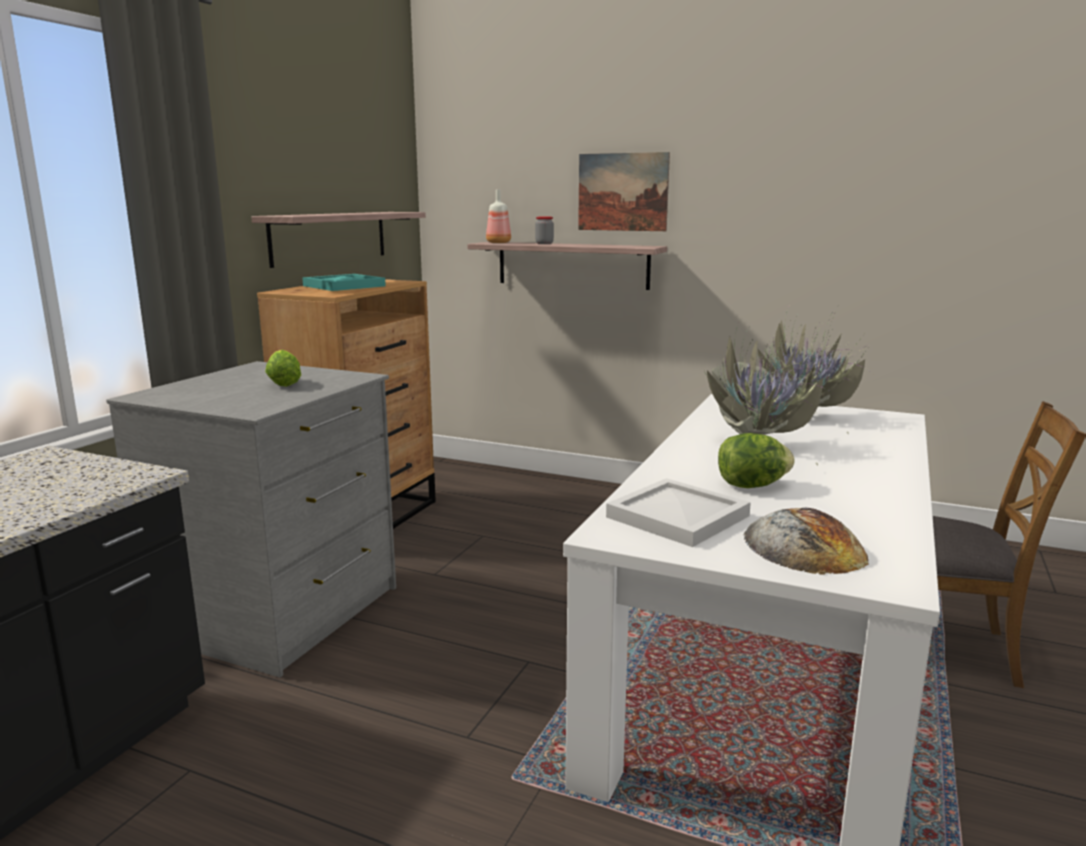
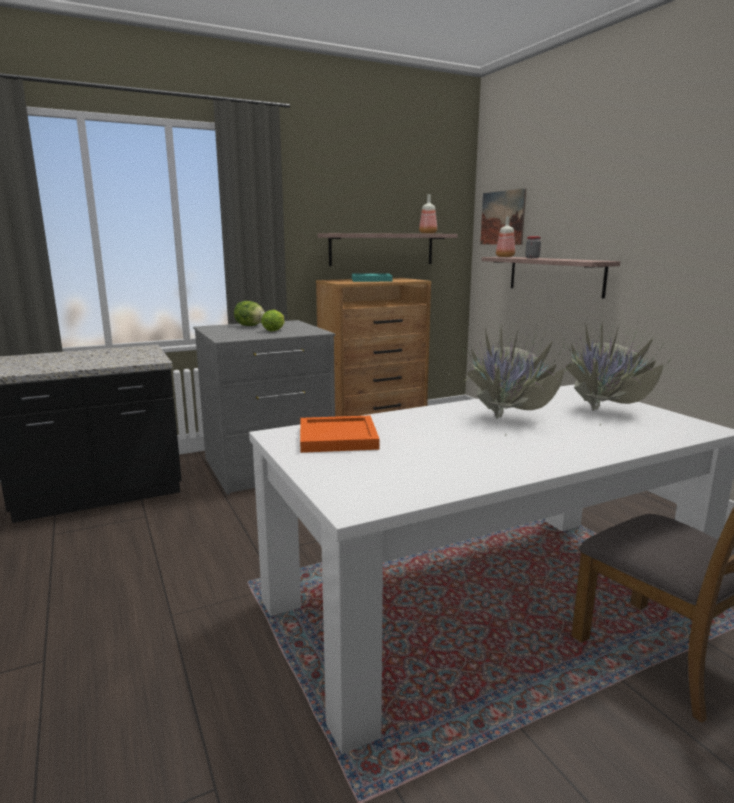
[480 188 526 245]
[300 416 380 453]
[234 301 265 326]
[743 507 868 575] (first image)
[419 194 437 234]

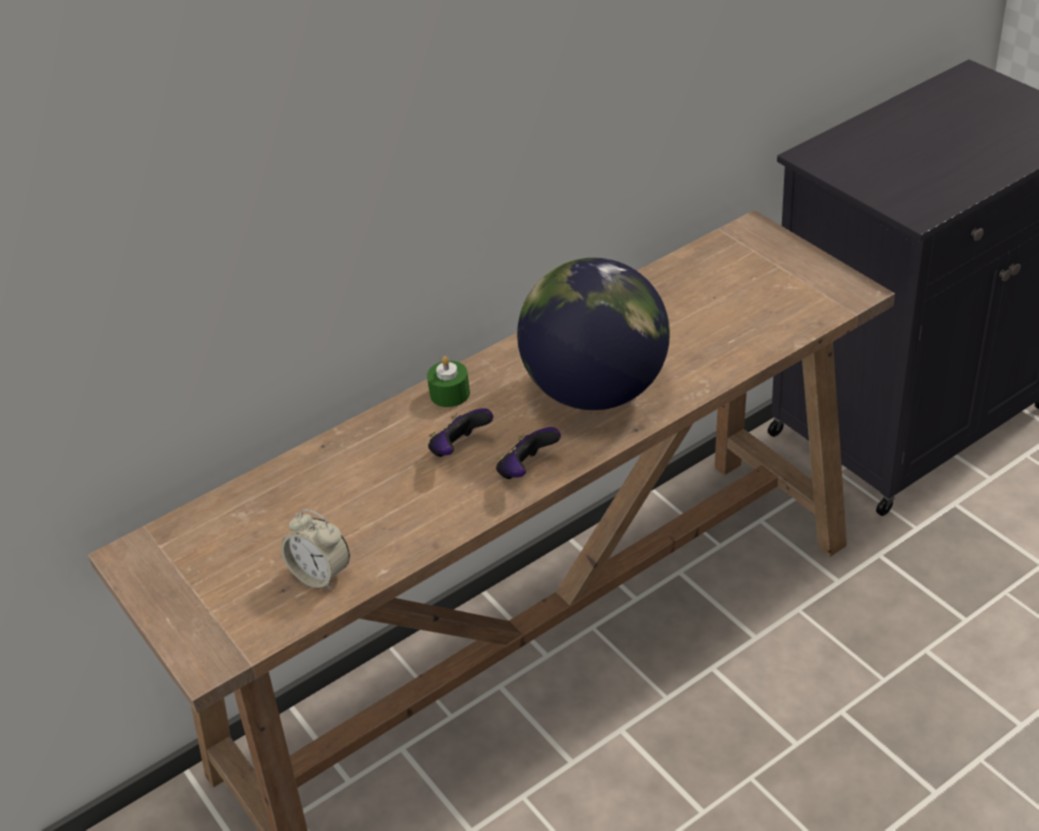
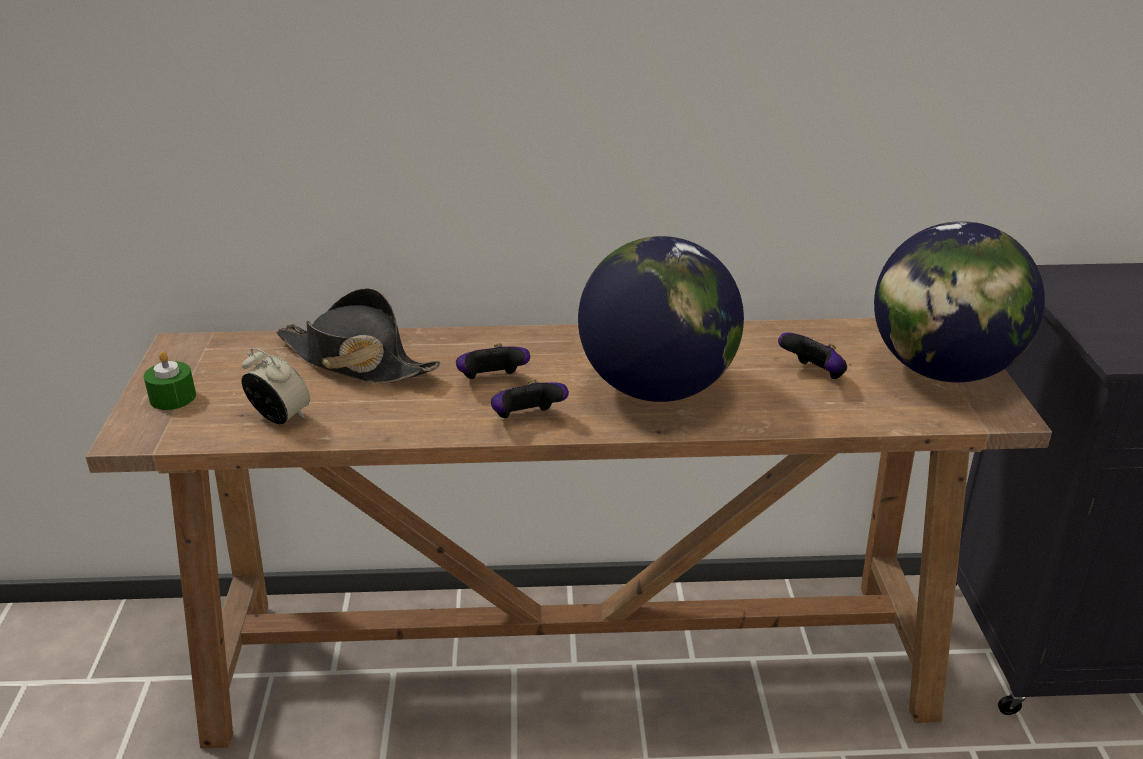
[242 348 310 424]
[144 351 196 410]
[276 288 441 384]
[778 333 847 380]
[874 221 1045 383]

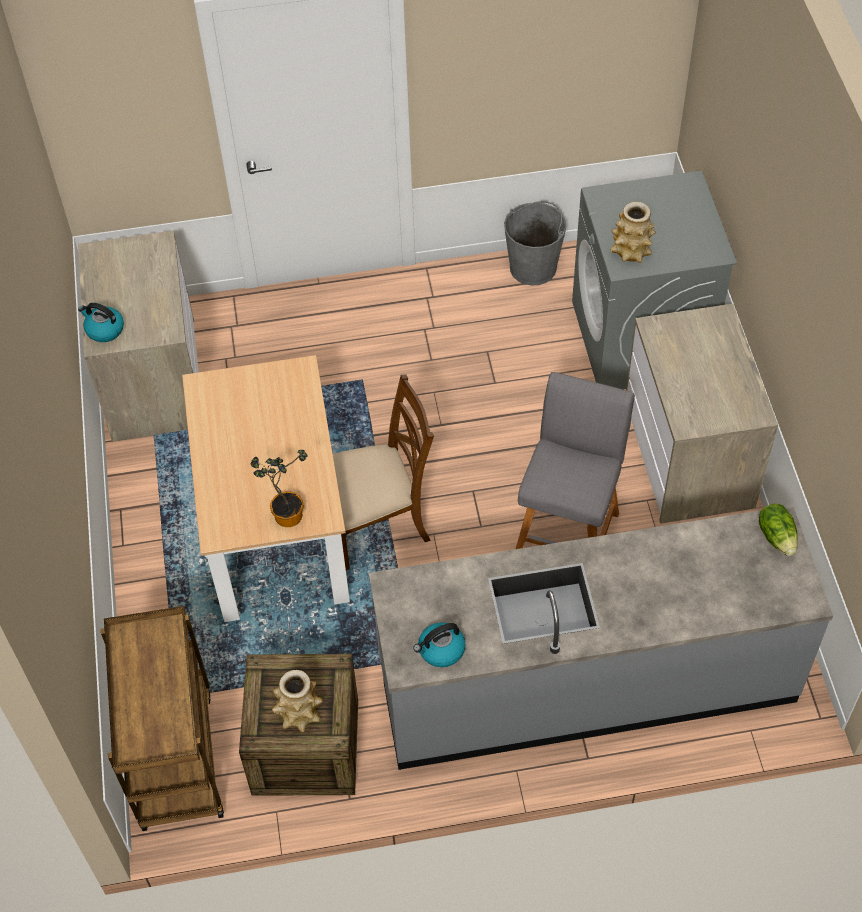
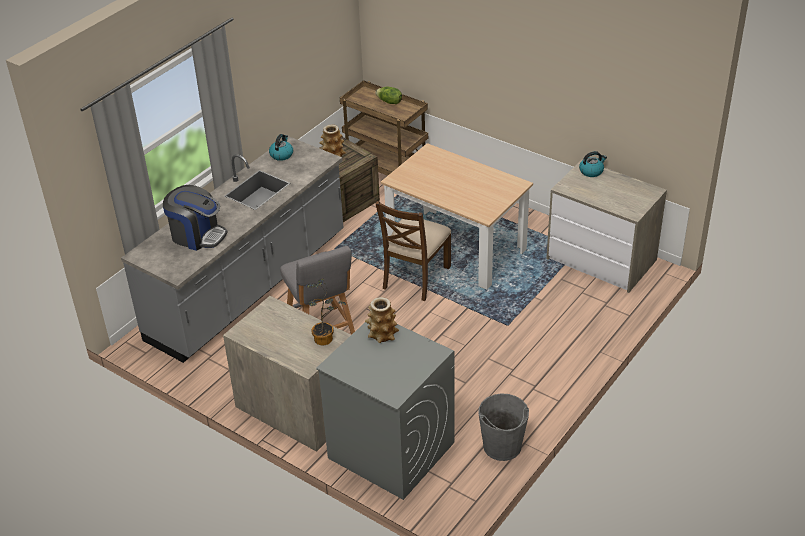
[307 278 346 345]
[375 86 402 104]
[163 185 227 251]

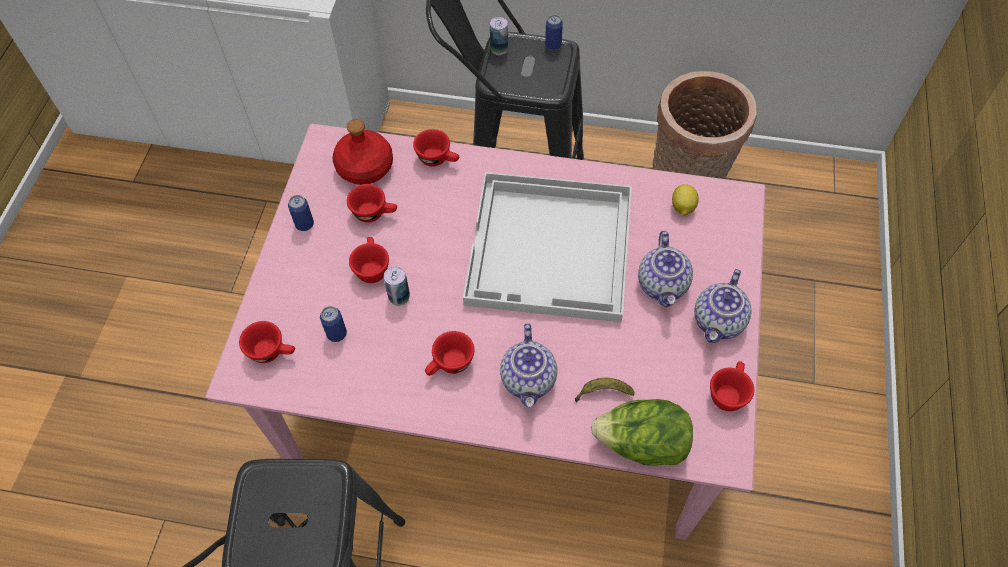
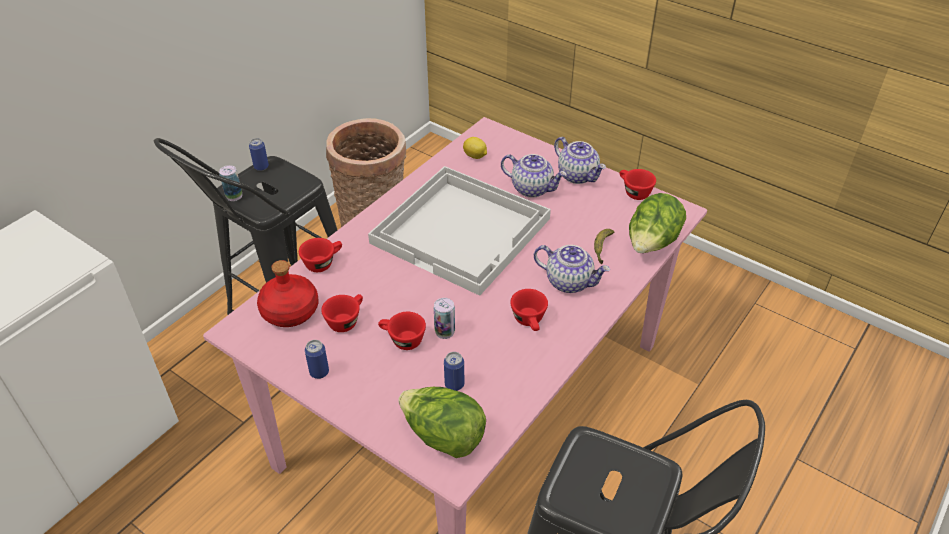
[398 387 486 458]

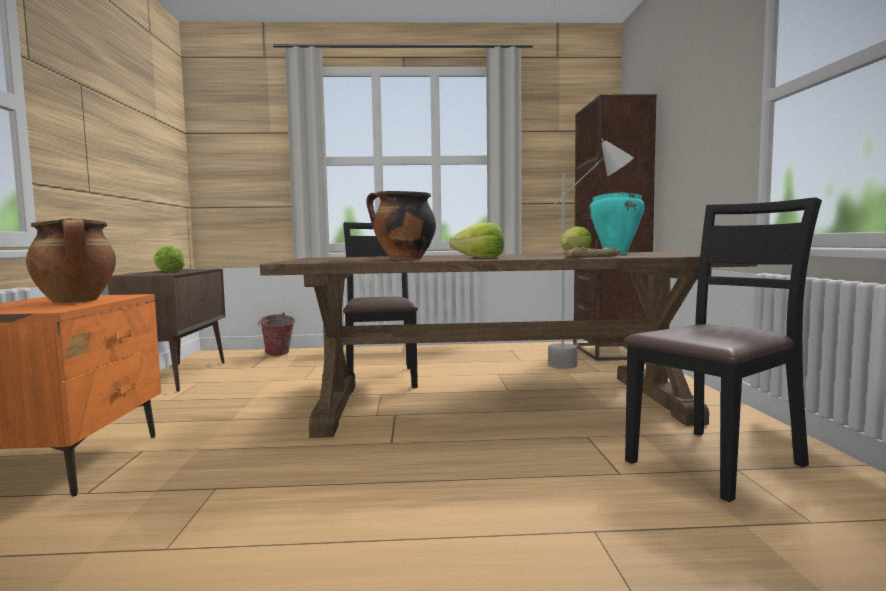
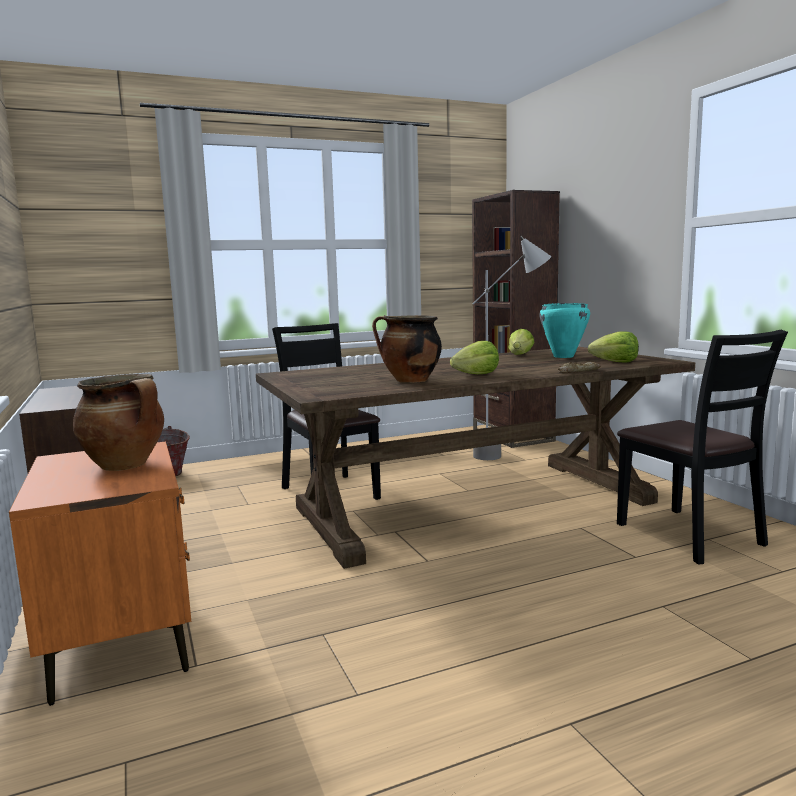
[588 331 639 362]
[617 330 788 565]

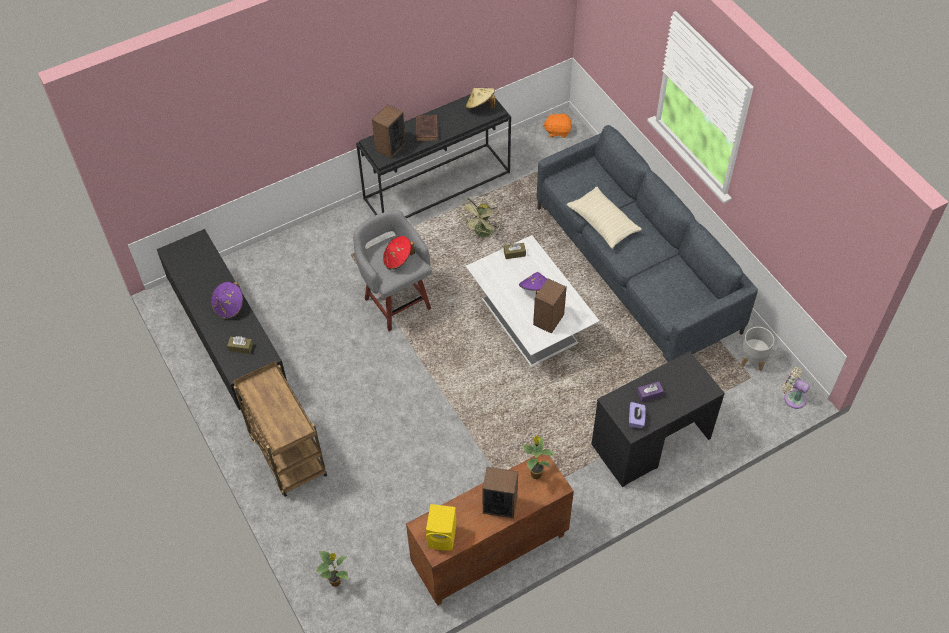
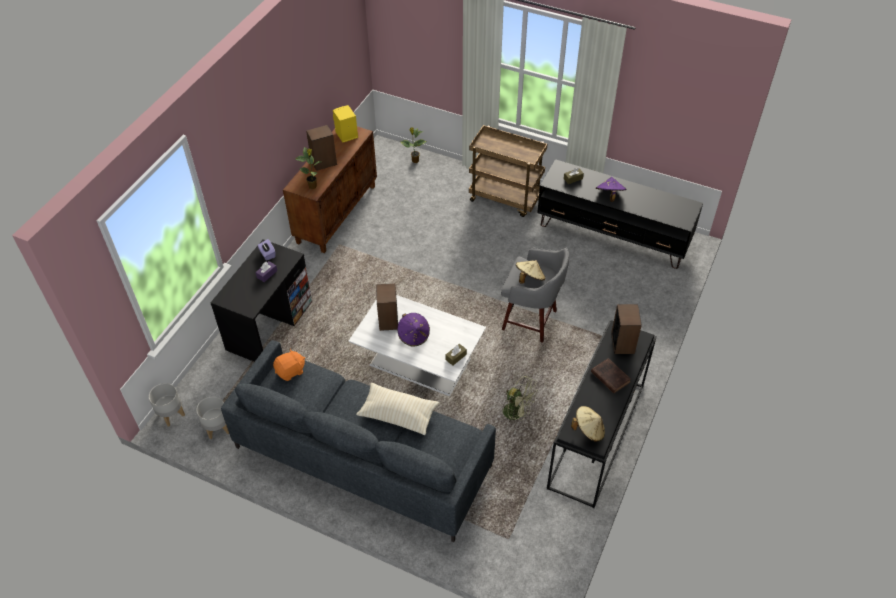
[516 260 545 284]
[503 375 538 421]
[273 348 305 381]
[149 383 185 427]

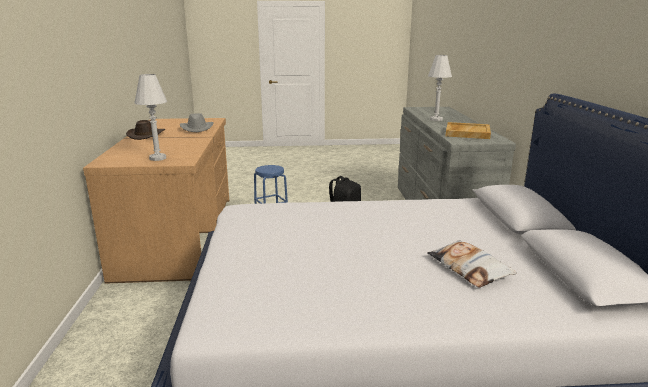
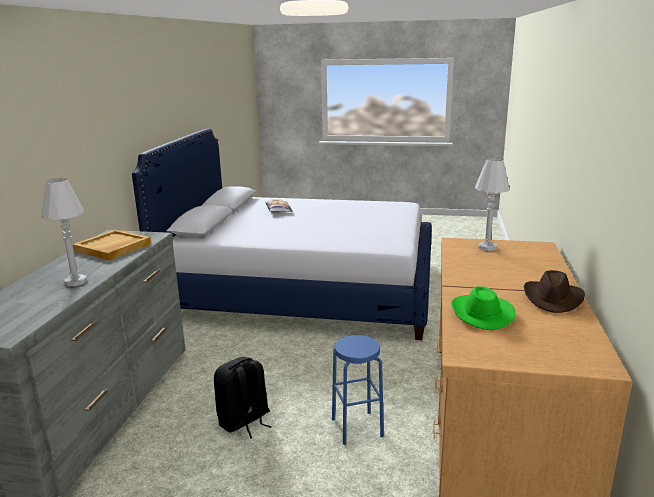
[451 286 516 330]

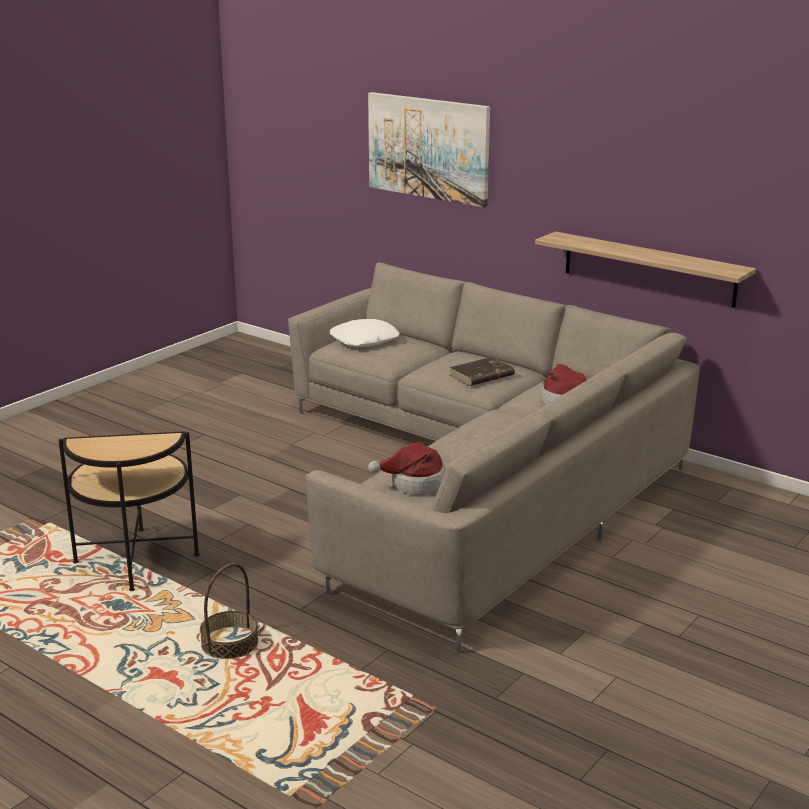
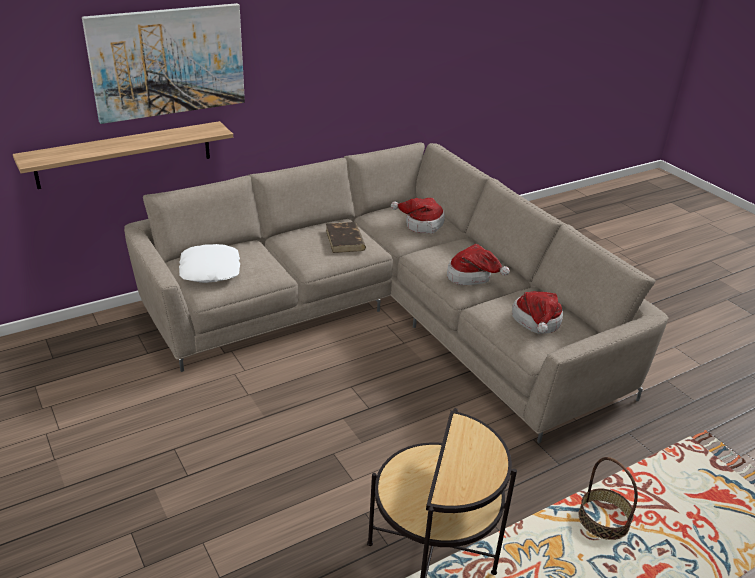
[13 121 233 189]
[447 244 510 285]

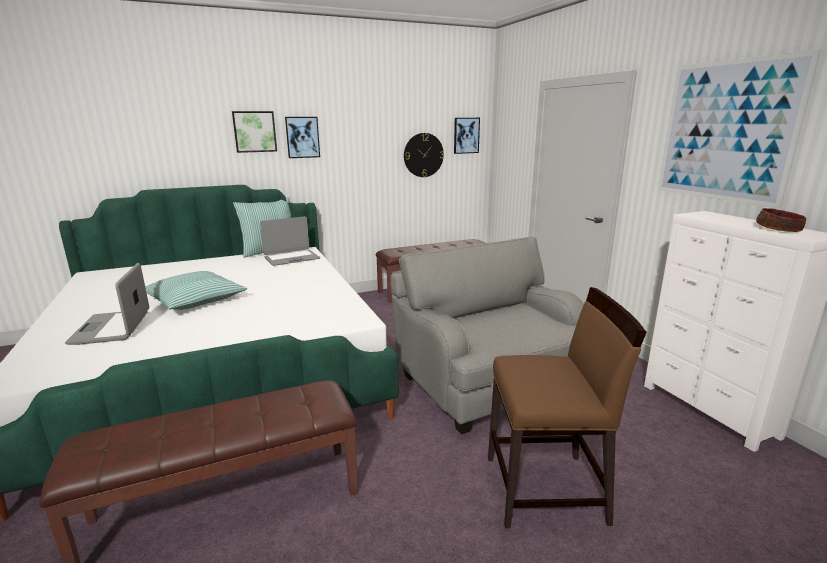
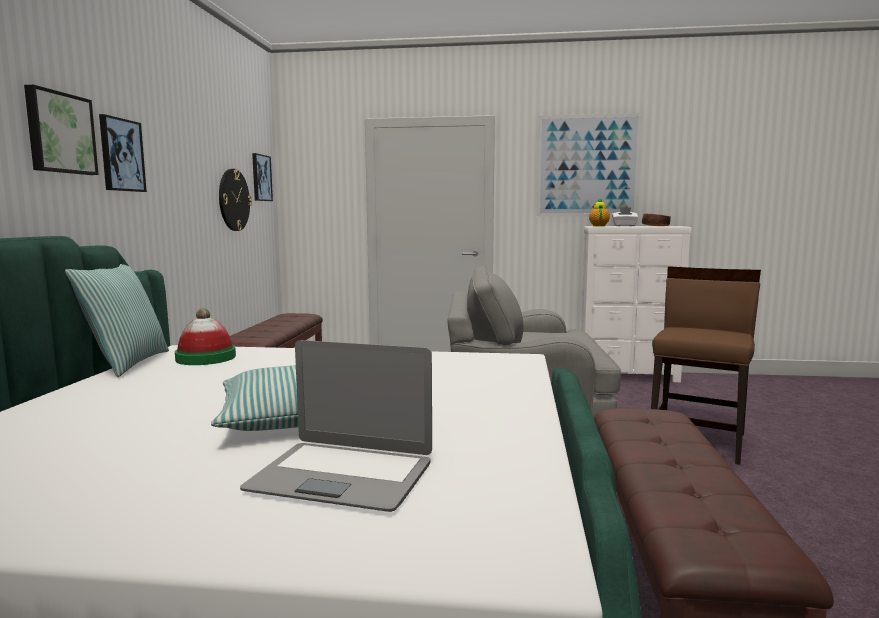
[175 308 236 365]
[589 198 610 227]
[612 207 638 226]

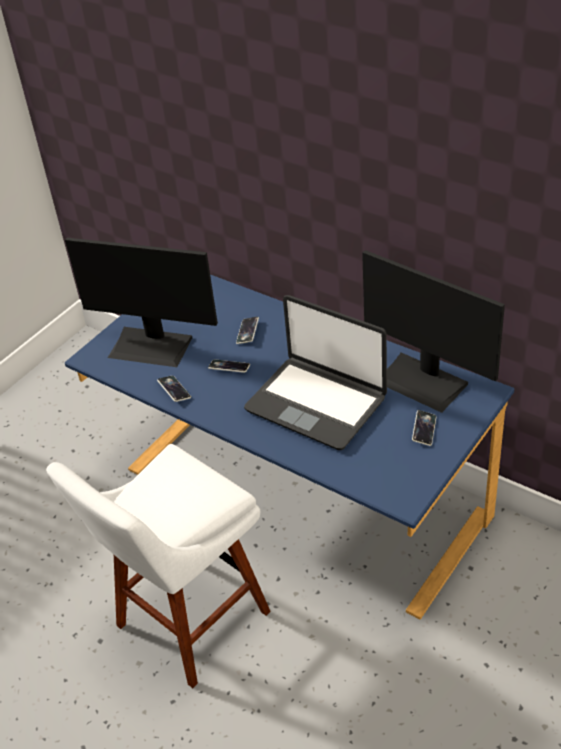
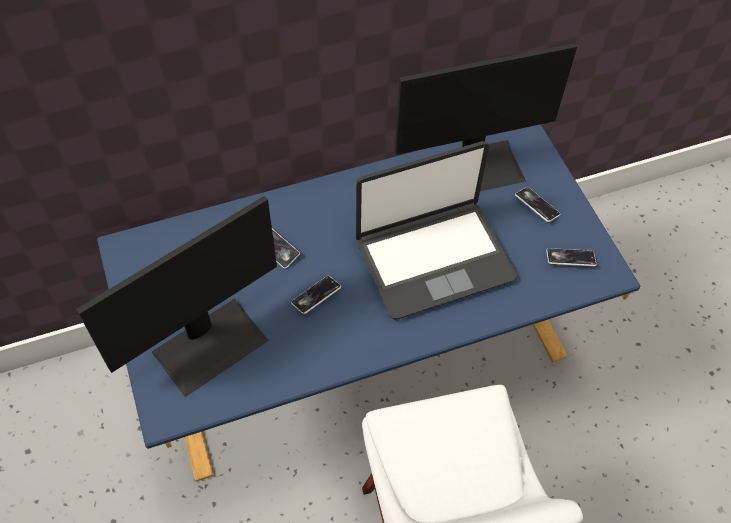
[546 248 596 266]

